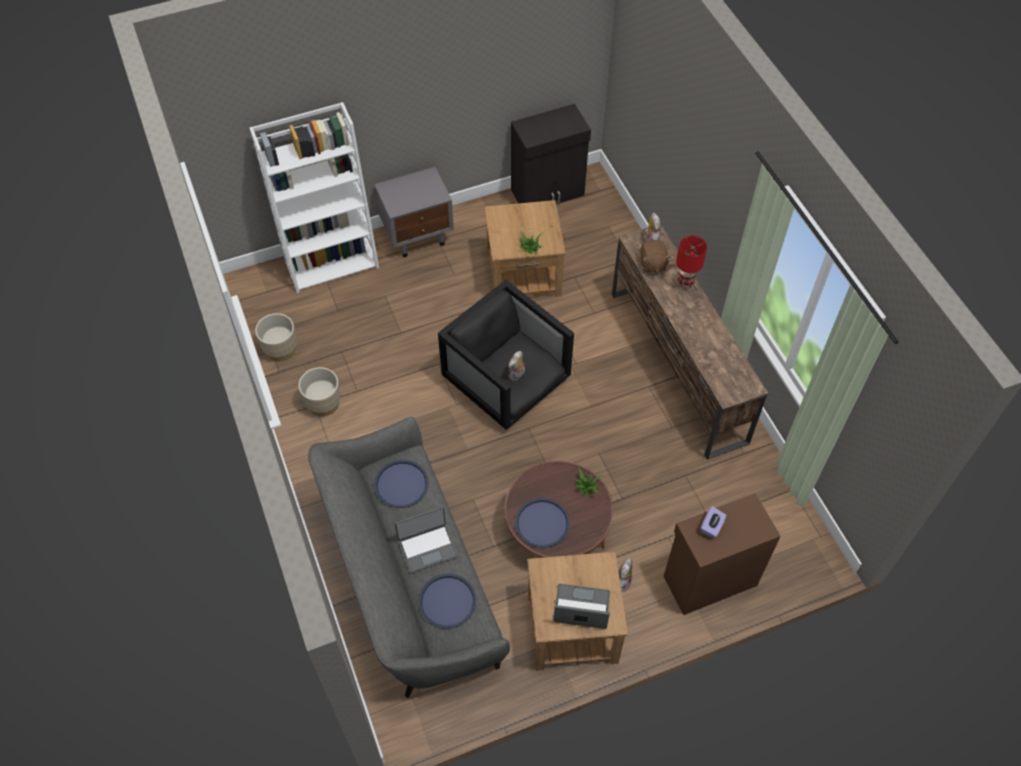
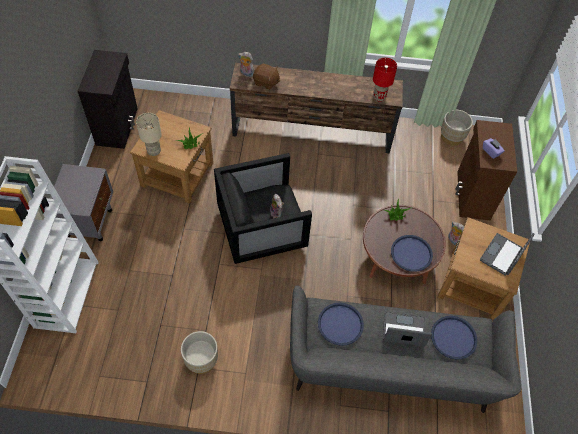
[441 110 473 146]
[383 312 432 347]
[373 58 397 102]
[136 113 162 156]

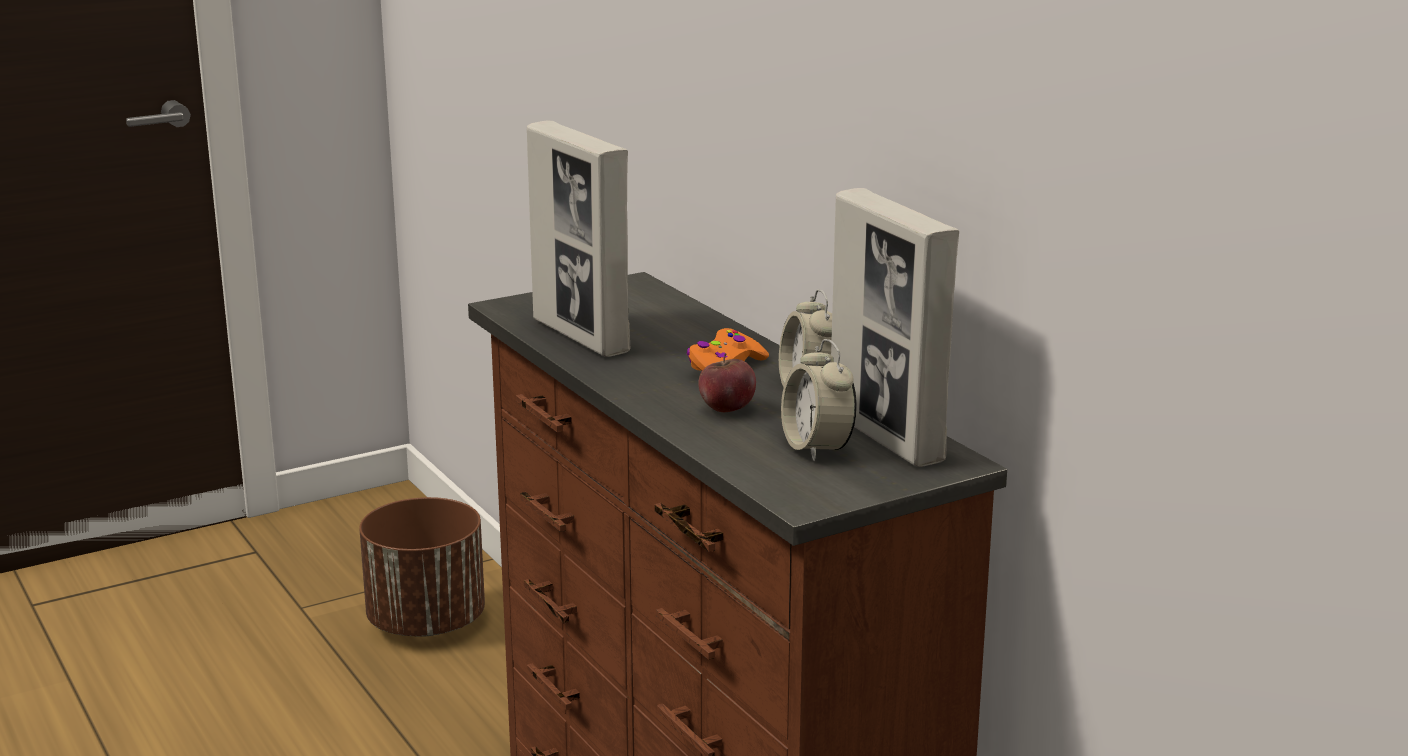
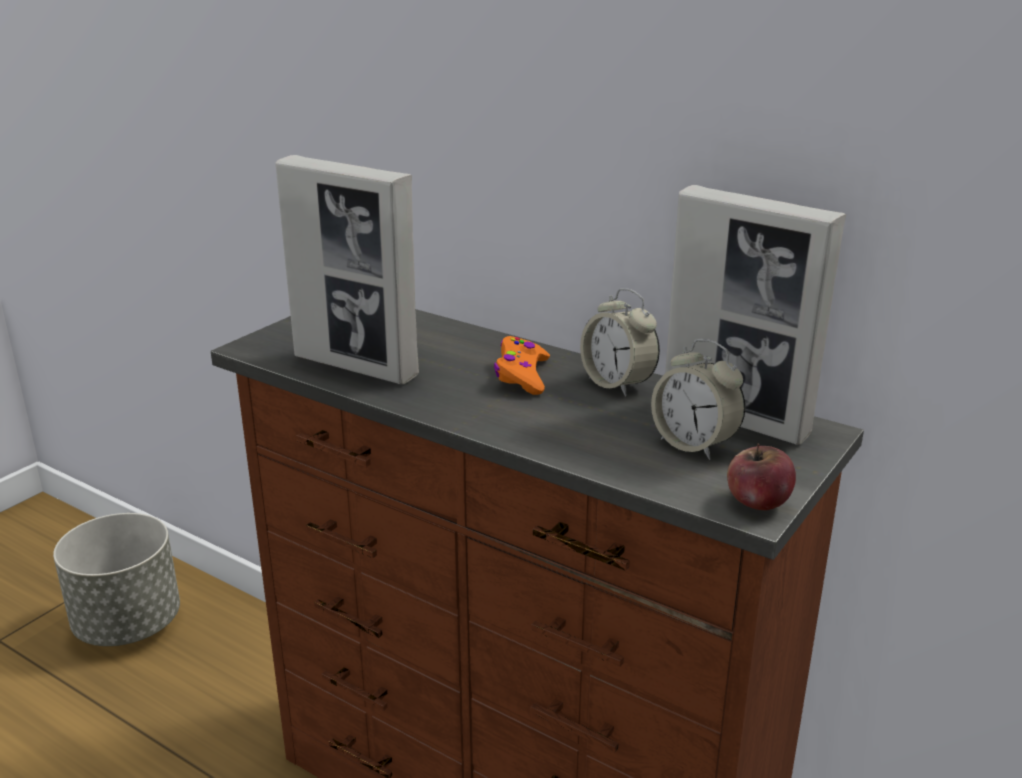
[53 513 180 646]
[727 443 796 510]

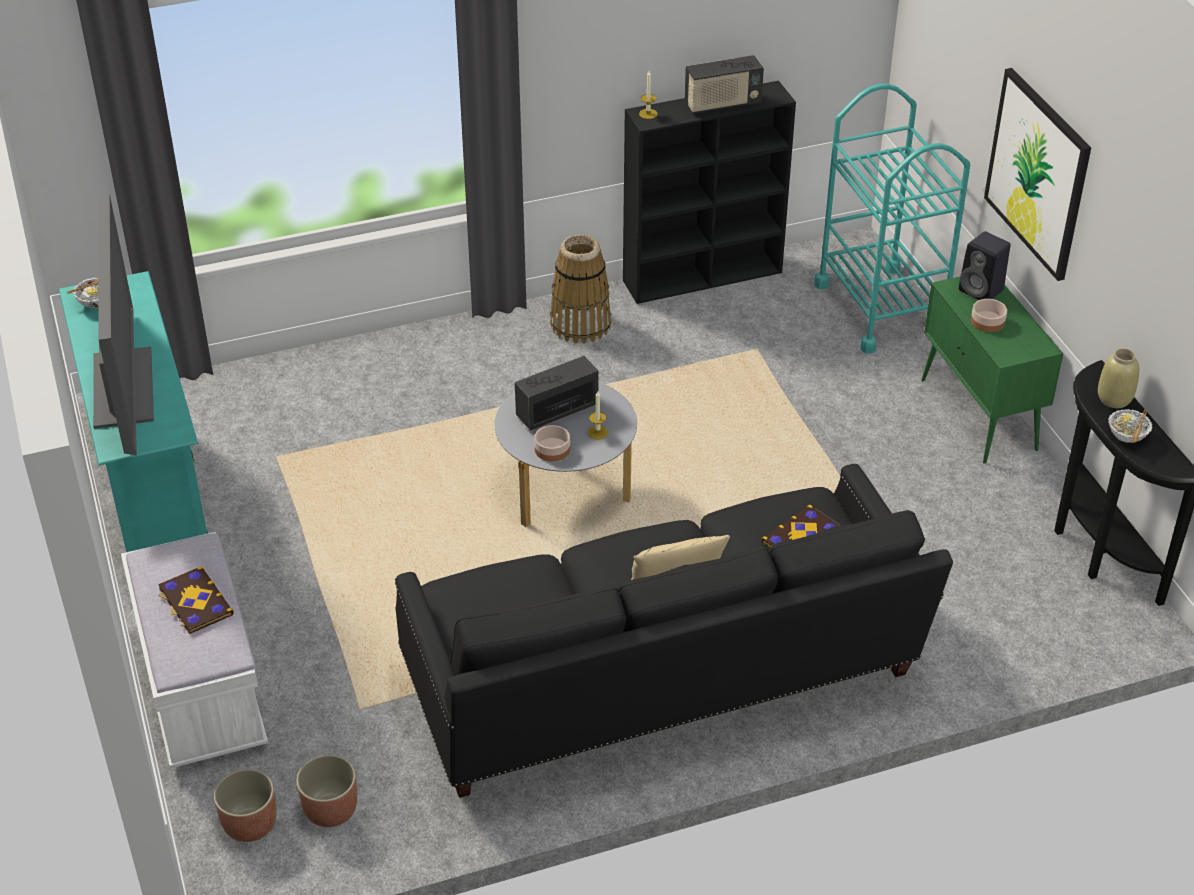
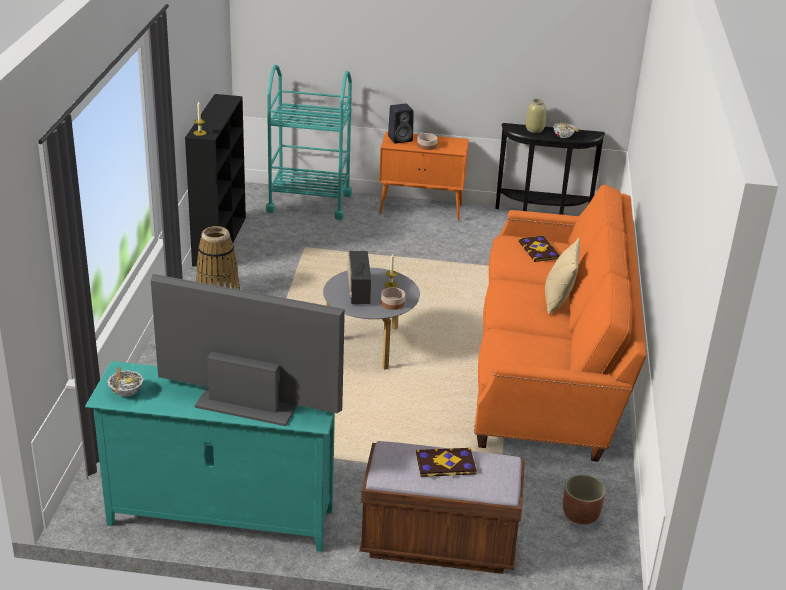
[359 441 525 574]
[214 769 276 842] (first image)
[474 185 647 462]
[685 55 764 114] (first image)
[379 132 469 221]
[984 68 1091 281] (first image)

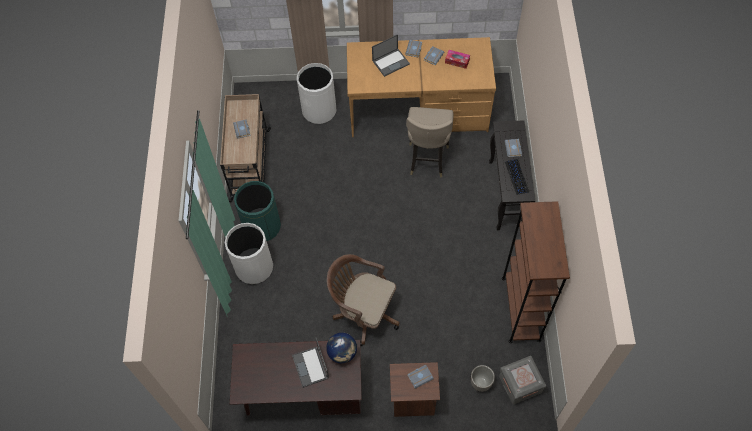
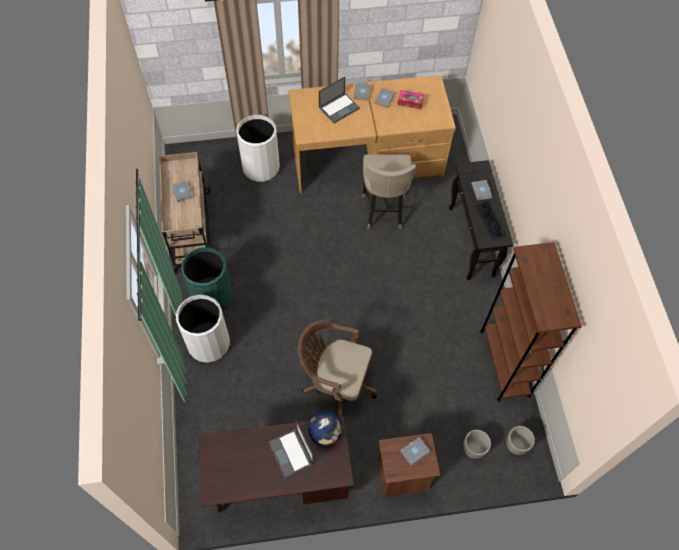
[506 426 535 455]

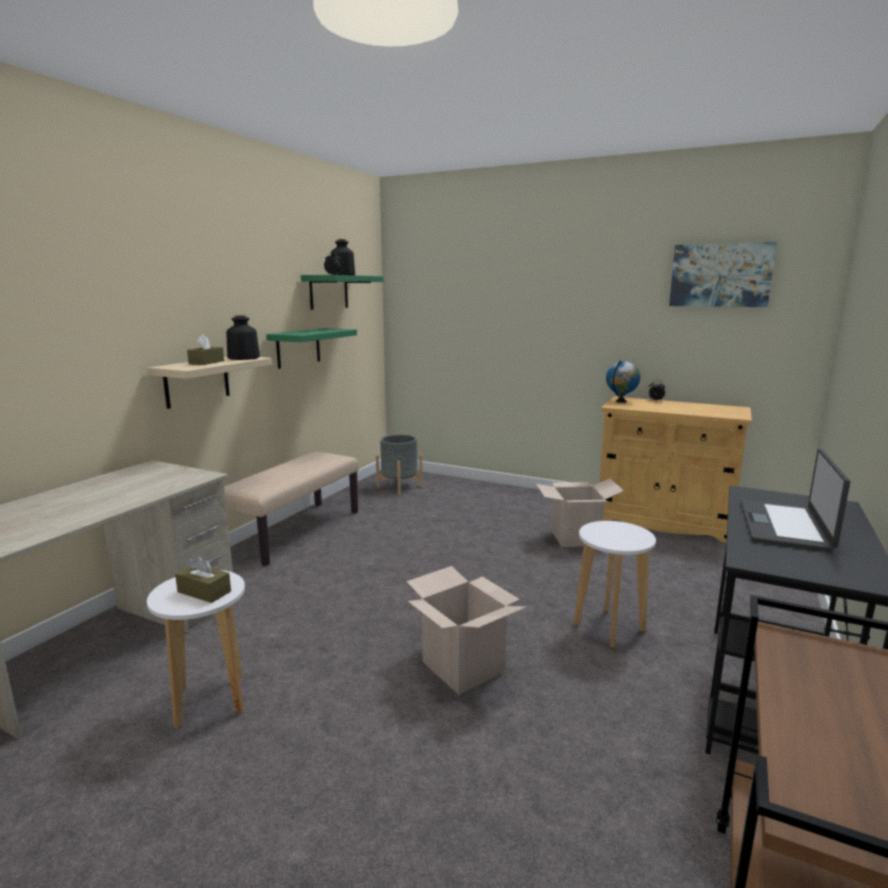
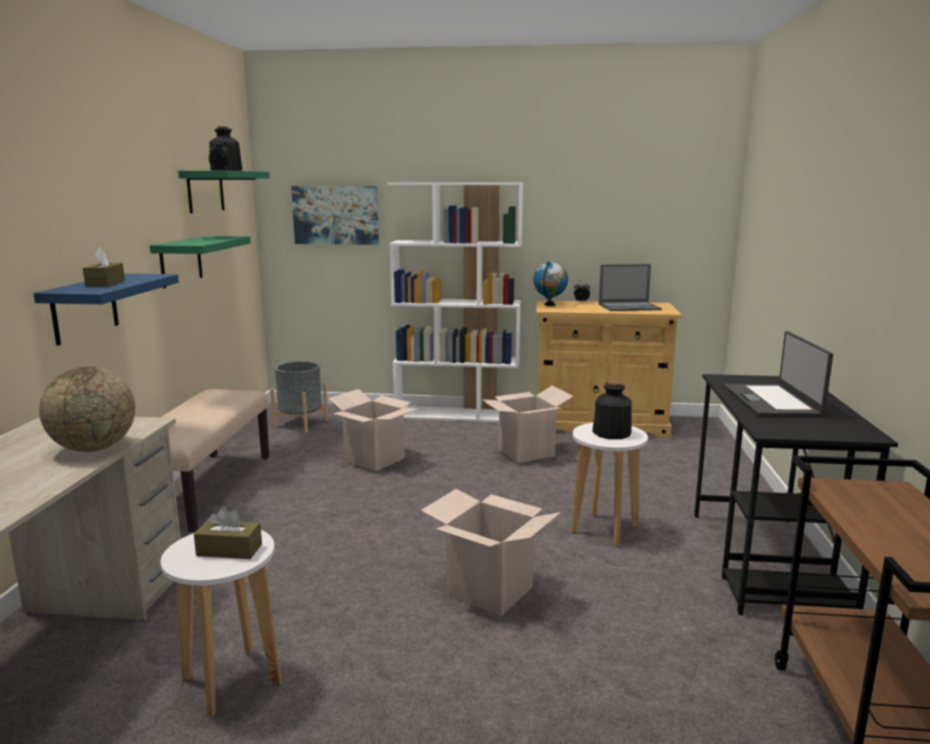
[33 273 179 346]
[592 381 632 439]
[291 186 379 245]
[39 366 135 452]
[328 389 420 471]
[388 182 523 422]
[599 264 662 311]

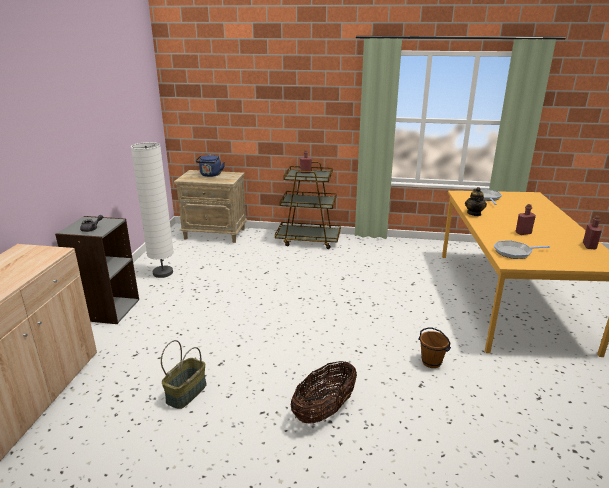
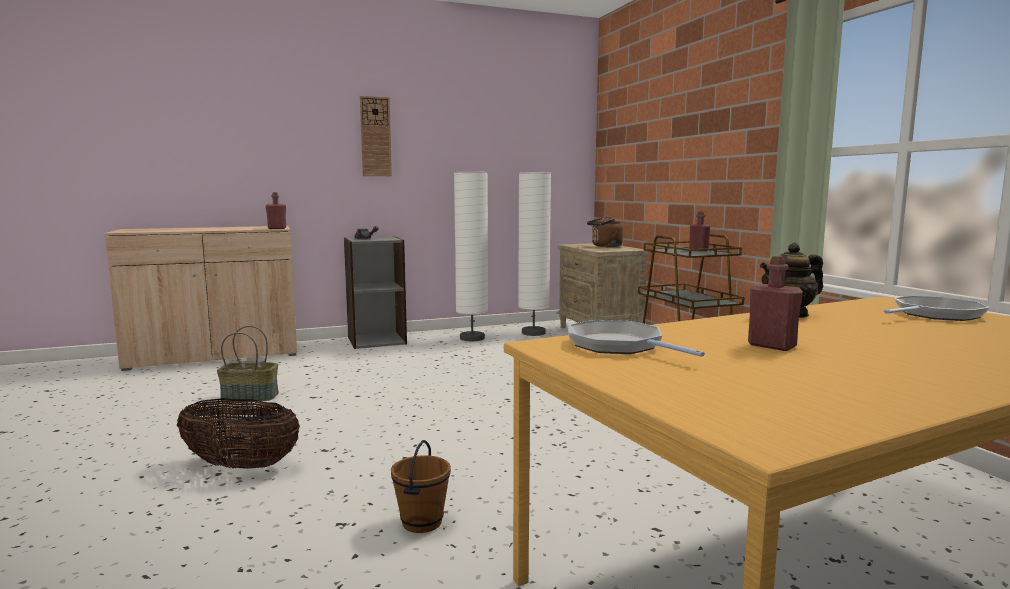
[587 217 623 247]
[266 192 286 229]
[360 96 392 176]
[518 172 551 336]

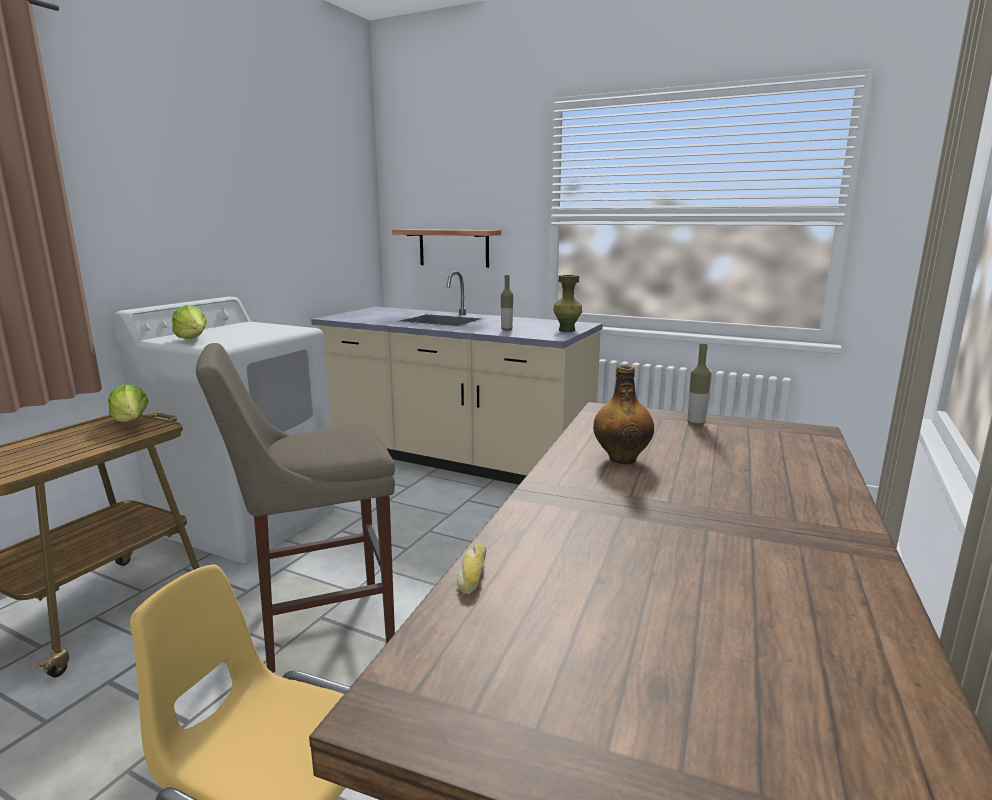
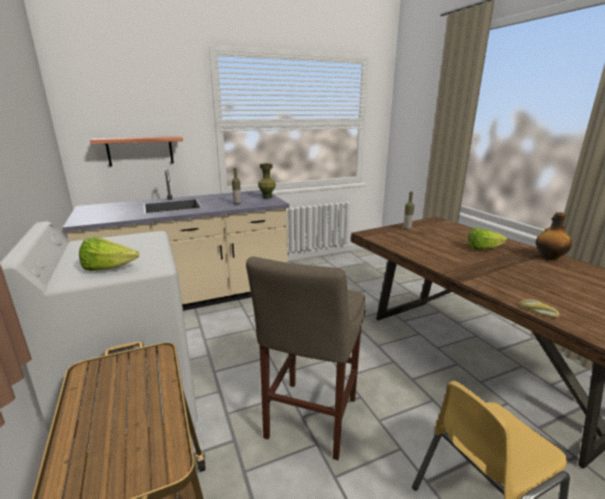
[468 228 507 250]
[536 212 572 261]

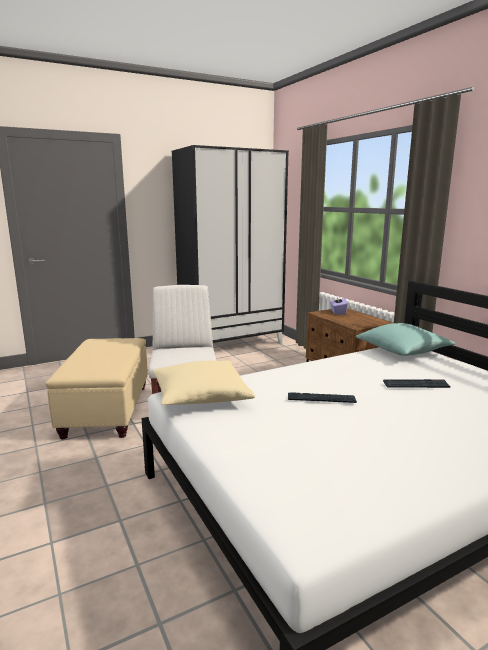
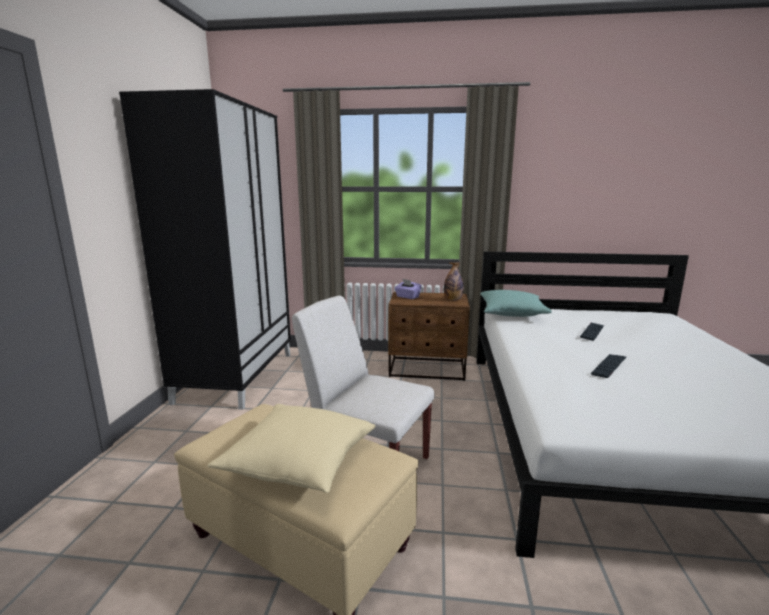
[208 404 375 493]
[444 262 464 301]

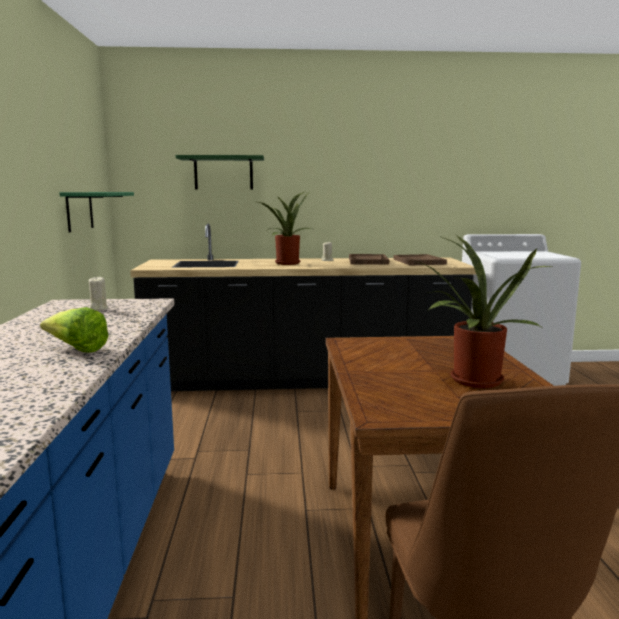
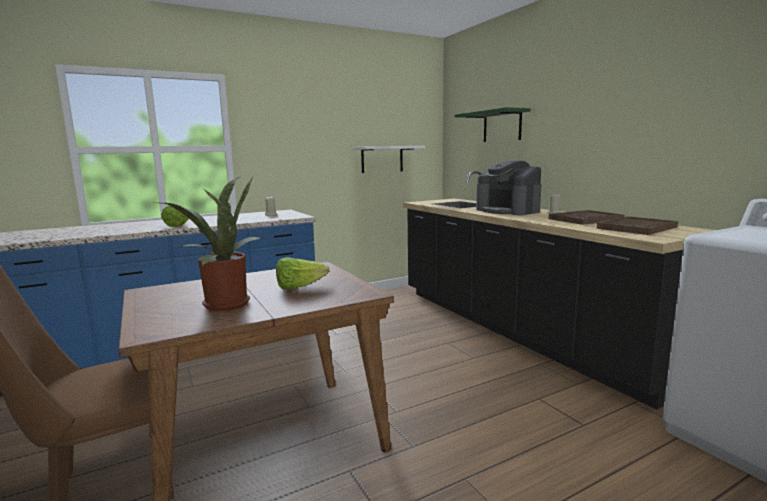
[352 146 425 173]
[476 161 542 215]
[276 257 329 290]

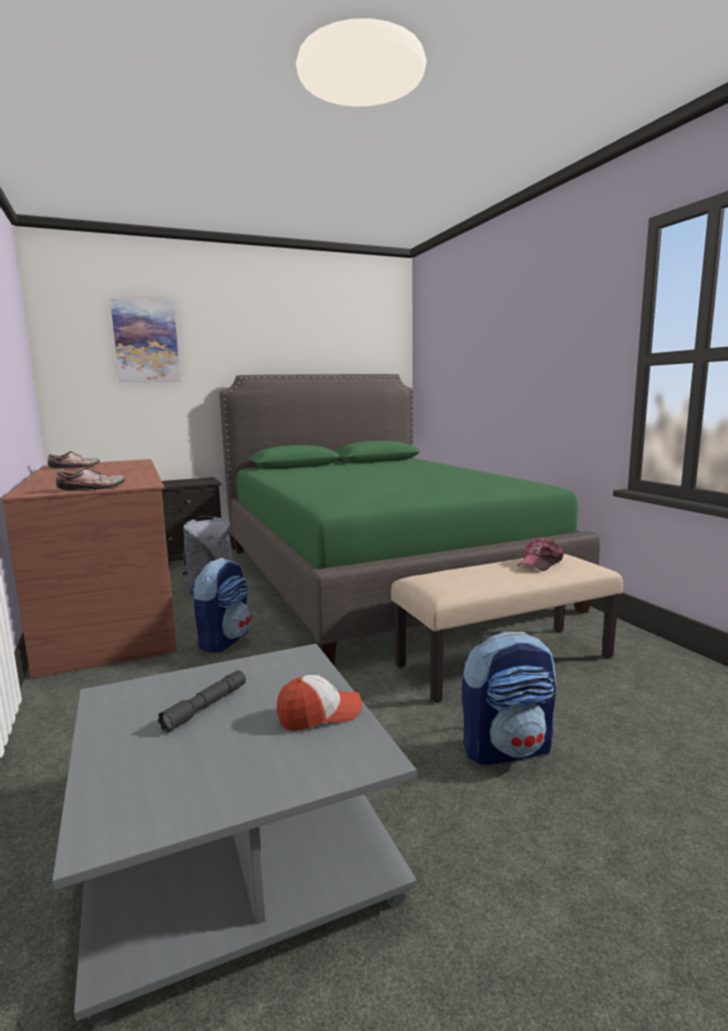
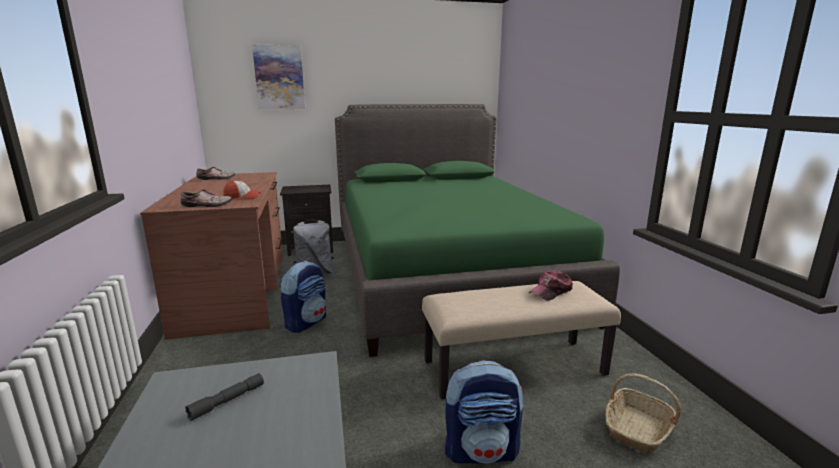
[223 180 260 199]
[605 373 681 454]

